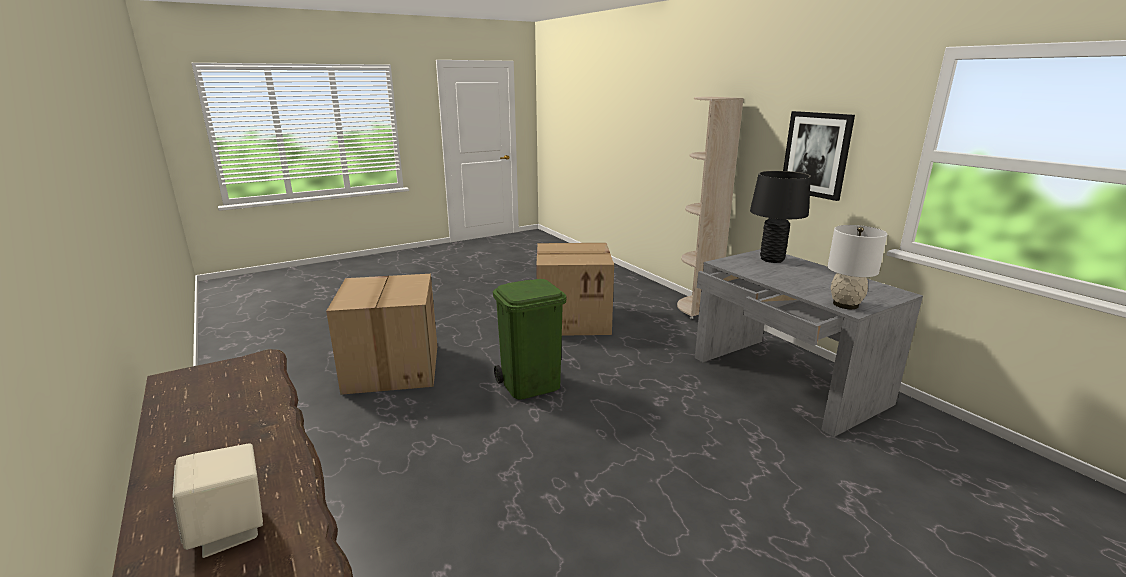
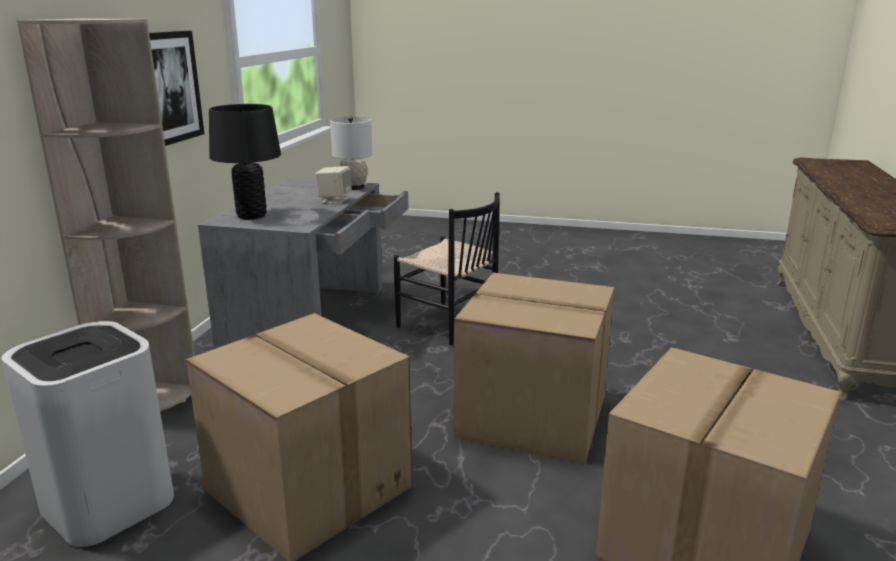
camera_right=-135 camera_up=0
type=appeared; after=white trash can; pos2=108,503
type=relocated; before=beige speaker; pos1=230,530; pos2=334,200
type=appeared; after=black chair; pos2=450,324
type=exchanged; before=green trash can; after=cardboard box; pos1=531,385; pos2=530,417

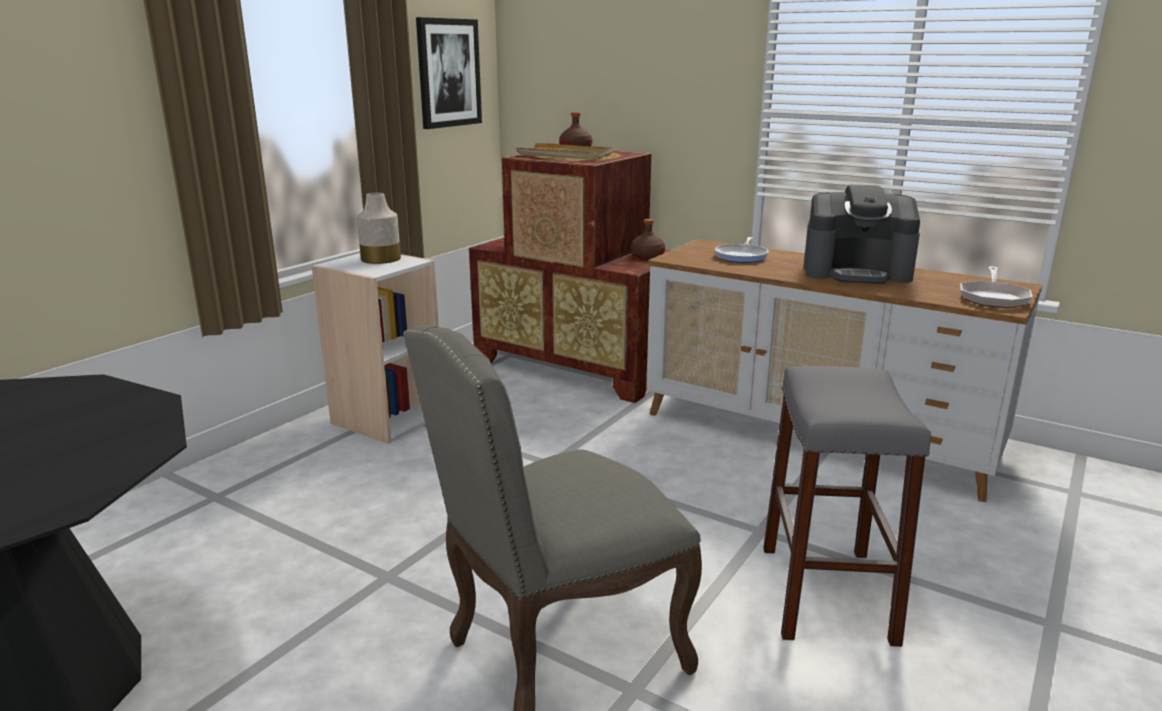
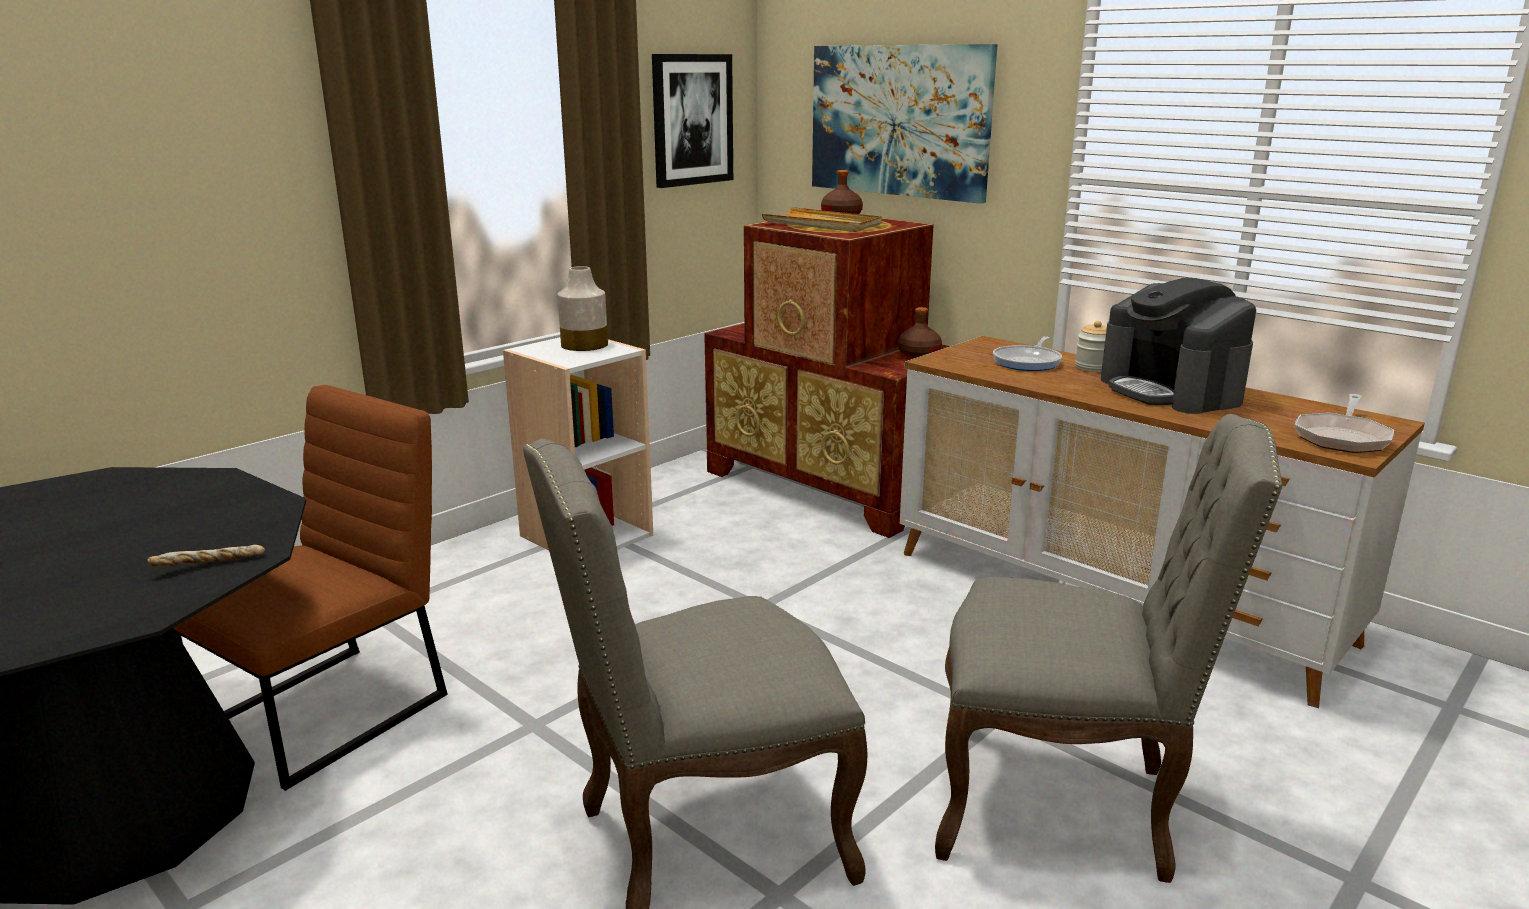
camera_right=10 camera_up=0
type=appeared; after=bread; pos2=209,566
type=appeared; after=brown chair; pos2=331,710
type=appeared; after=picture; pos2=899,121
type=exchanged; before=grey stool; after=grey chair; pos1=826,593; pos2=1060,805
type=appeared; after=jar; pos2=1092,367
type=spun; before=coffee machine; pos1=857,272; pos2=1171,391; turn=45

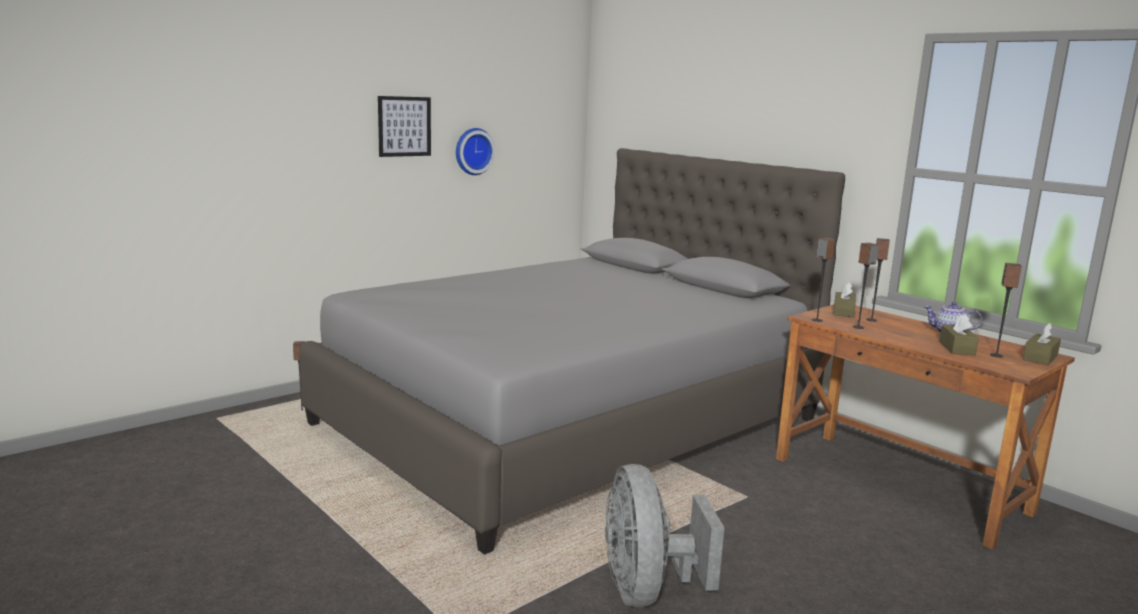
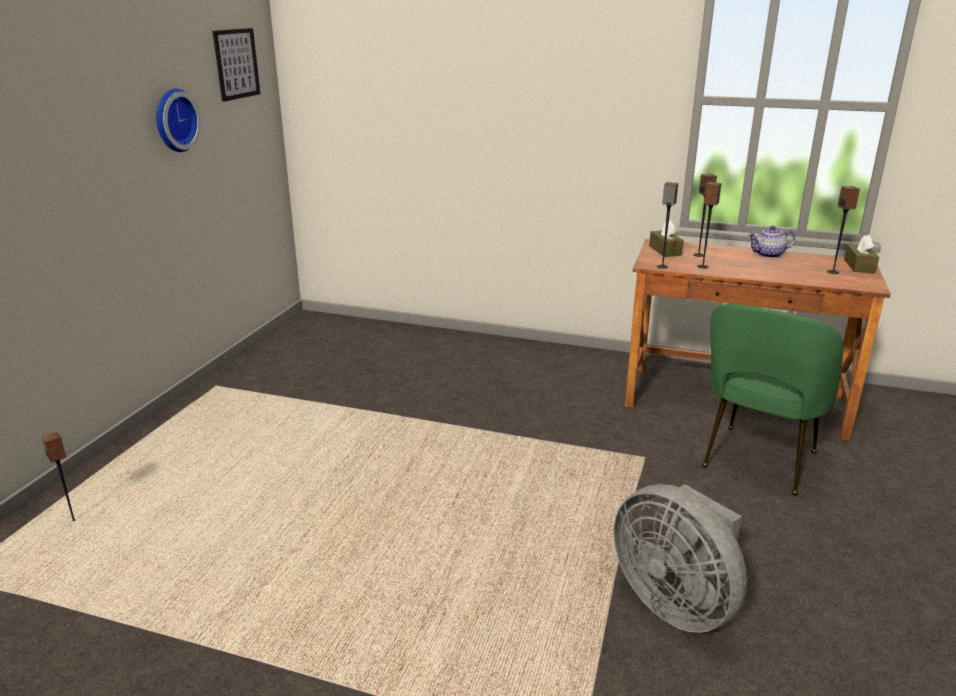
camera_right=-30 camera_up=10
type=relocated; before=picture; pos1=404,126; pos2=236,64
type=appeared; after=green chair; pos2=756,465
type=missing; before=grey bed; pos1=570,421
type=missing; before=brown tissue box; pos1=956,348

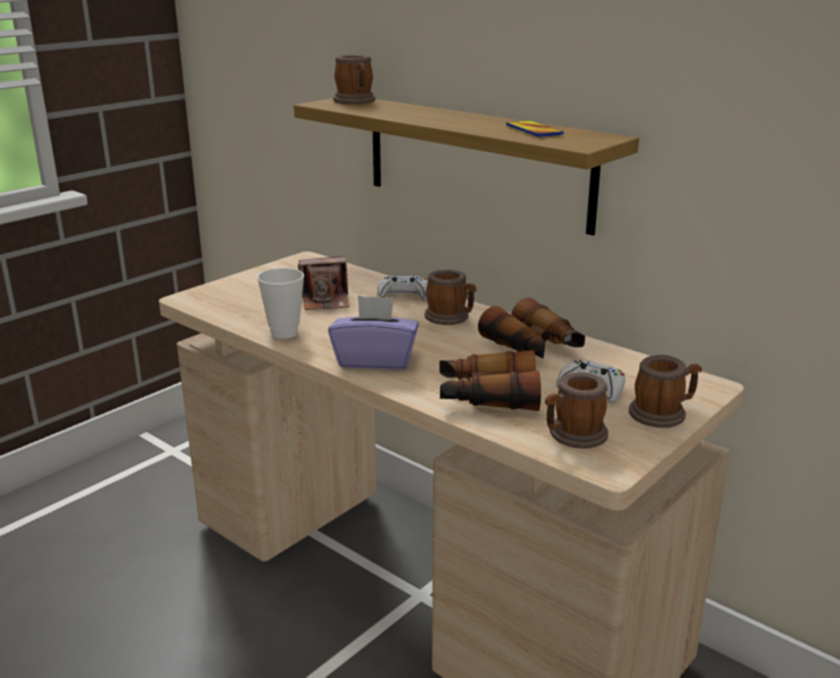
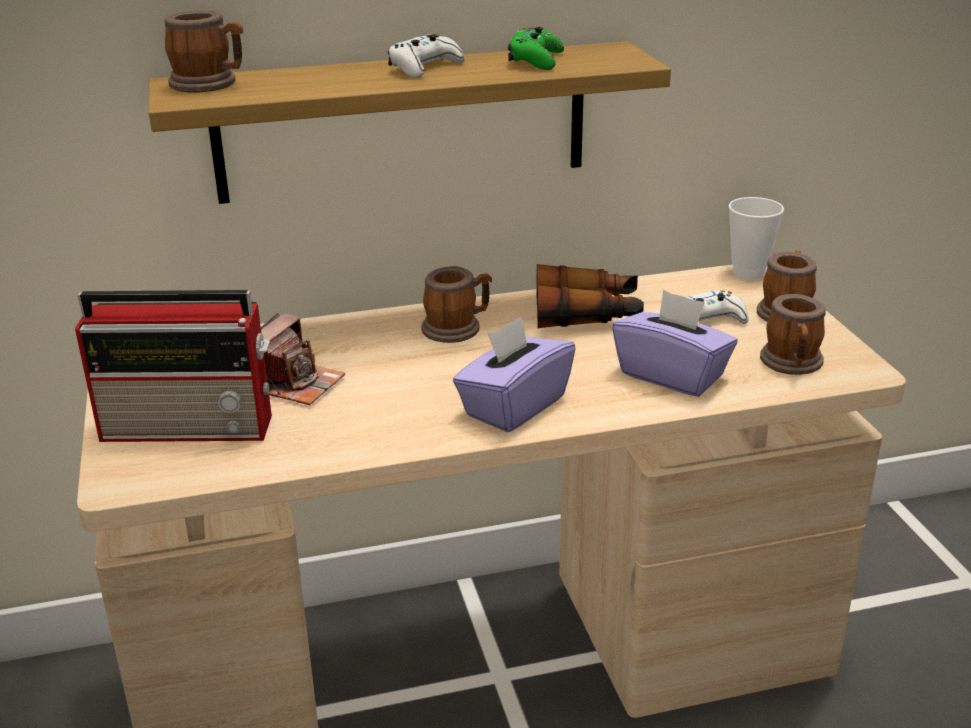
camera_right=-55 camera_up=5
type=appeared; after=radio; pos2=192,426
type=relocated; before=white game controller; pos1=403,296; pos2=424,67
type=exchanged; before=phone; after=green game controller; pos1=534,130; pos2=535,60
type=exchanged; before=binoculars; after=purple tissue box; pos1=487,396; pos2=672,375
type=relocated; before=cup; pos1=284,333; pos2=748,273

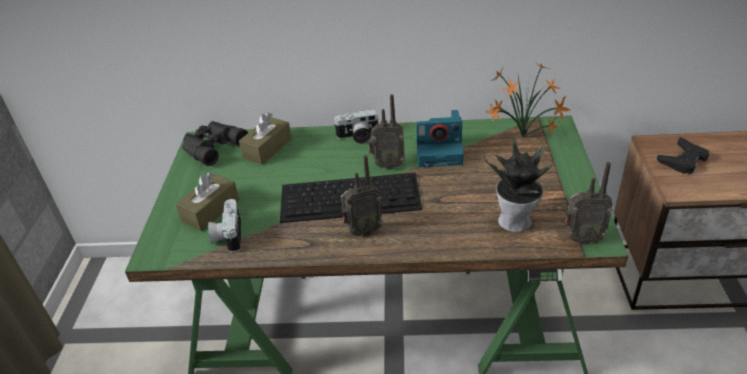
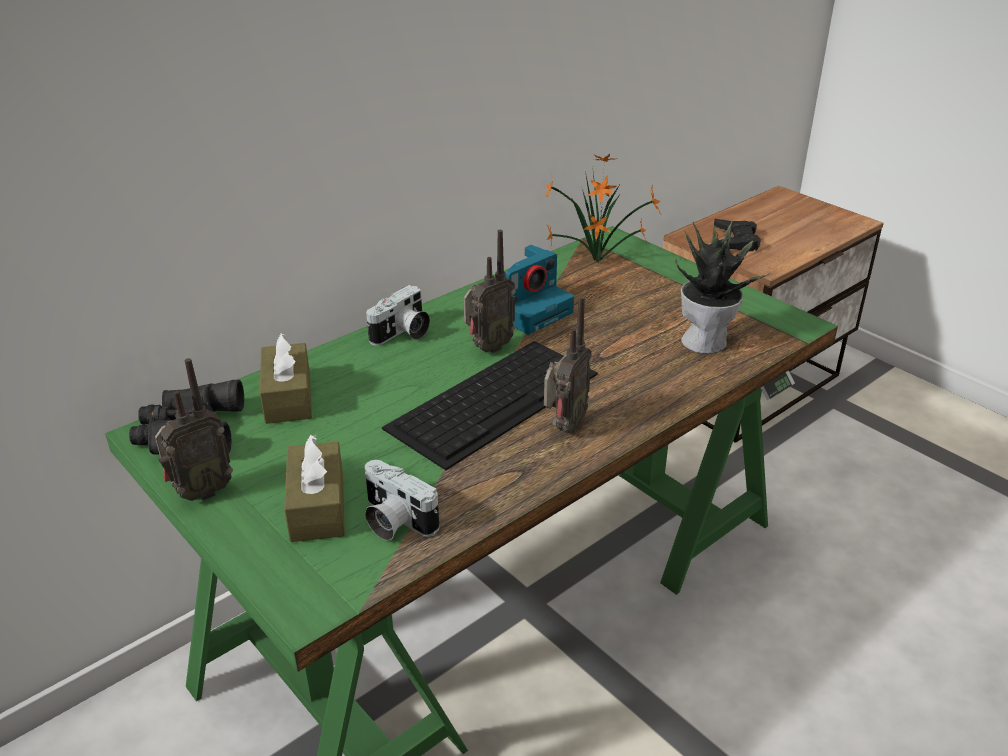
camera_right=-45 camera_up=-5
type=relocated; before=radio; pos1=581,238; pos2=200,492

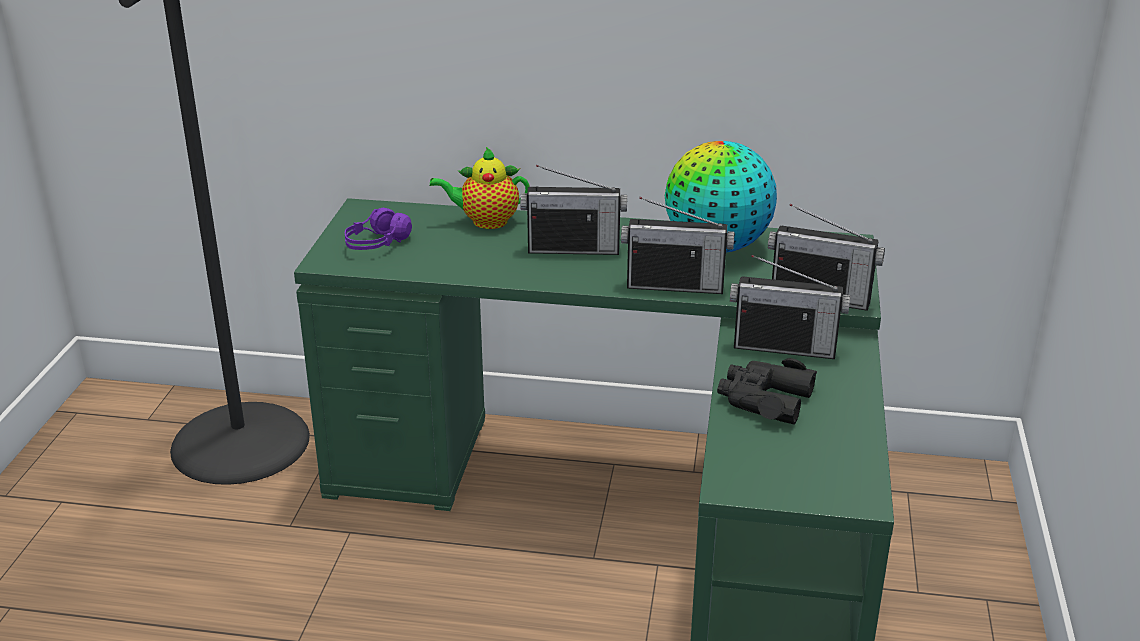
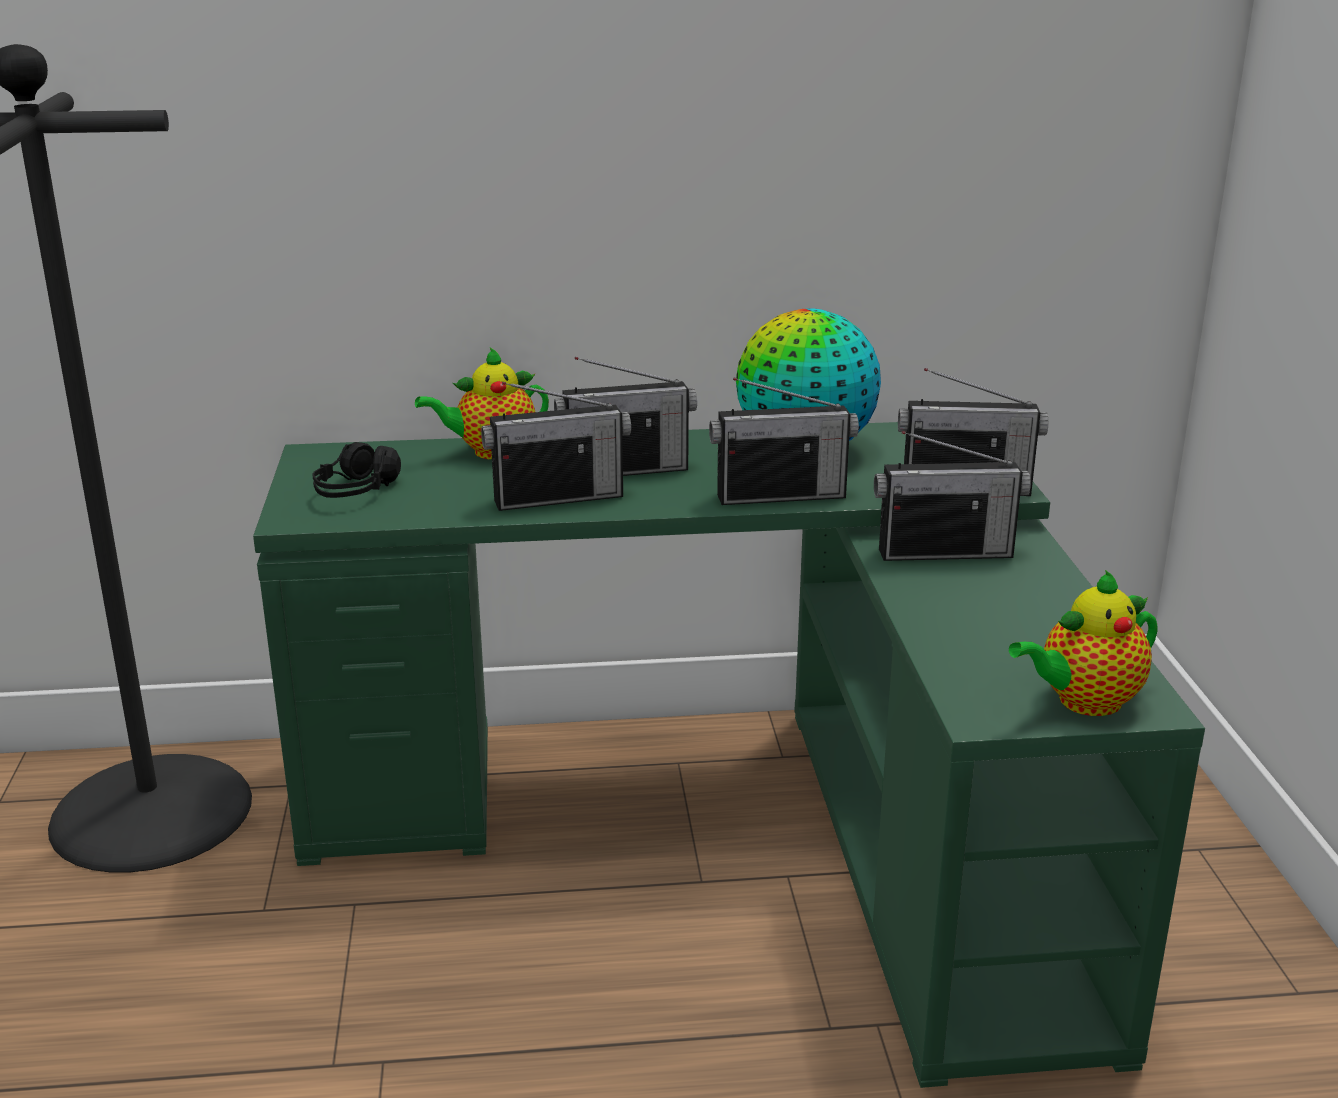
camera_right=-15 camera_up=-5
type=colour; before=purple headphones; after=black headphones; pos1=376,244; pos2=356,491
type=appeared; after=radio; pos2=558,498
type=appeared; after=teapot; pos2=1083,702
type=missing; before=black binoculars; pos1=764,399

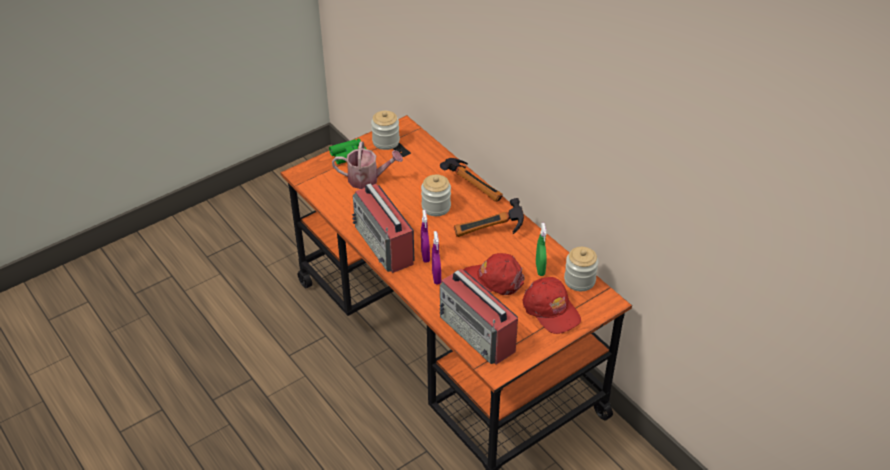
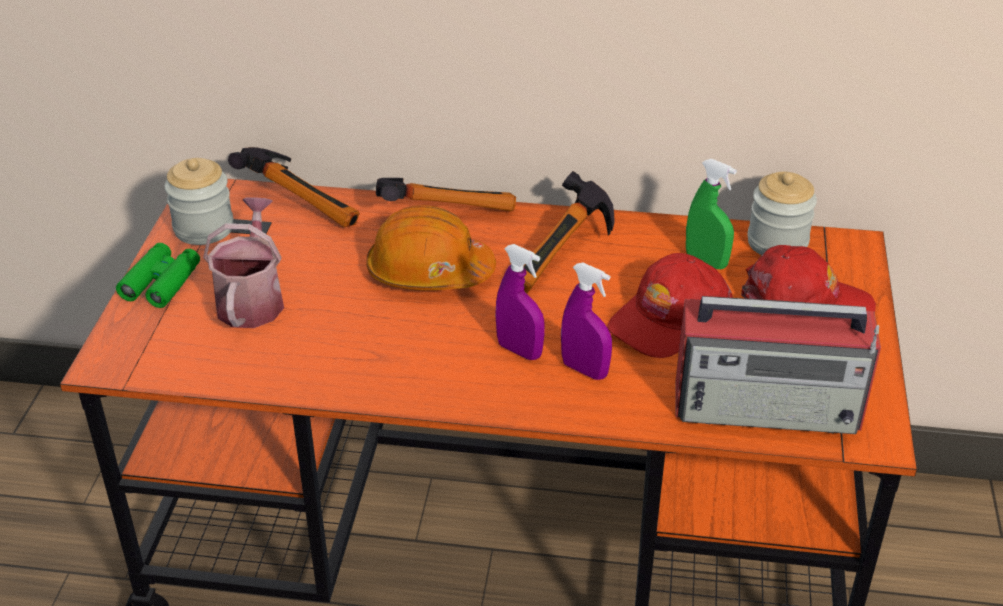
camera_right=-45 camera_up=-5
type=spun; before=watering can; pos1=368,179; pos2=252,299; turn=-45
type=appeared; after=hammer; pos2=305,203
type=exchanged; before=jar; after=orange hard hat; pos1=436,207; pos2=429,272
type=missing; before=radio; pos1=384,245

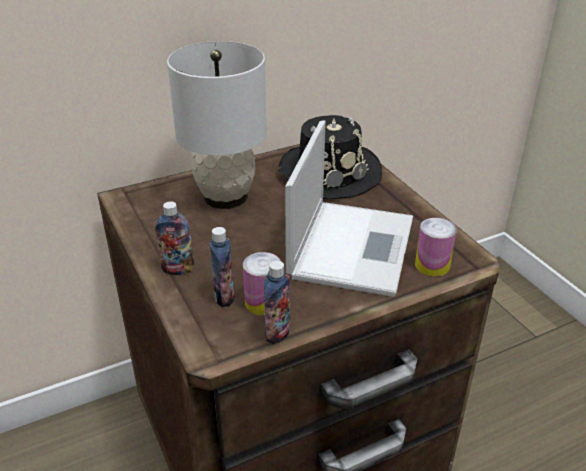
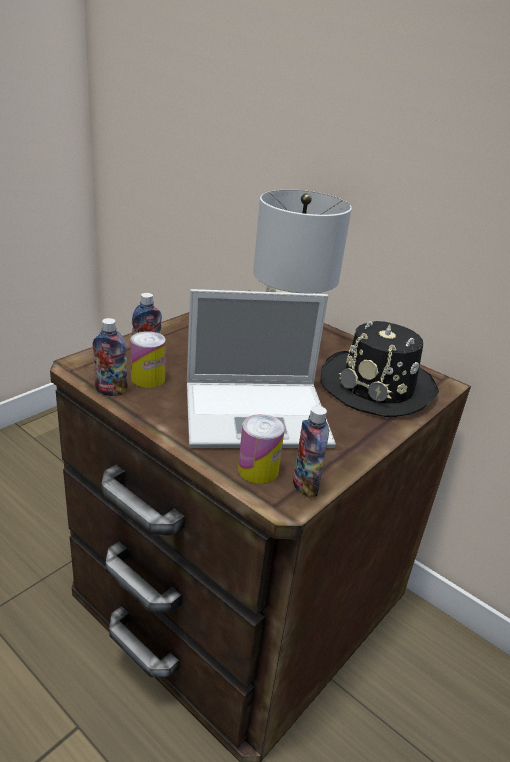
camera_right=65 camera_up=-5
type=relocated; before=bottle; pos1=178,269; pos2=305,486

